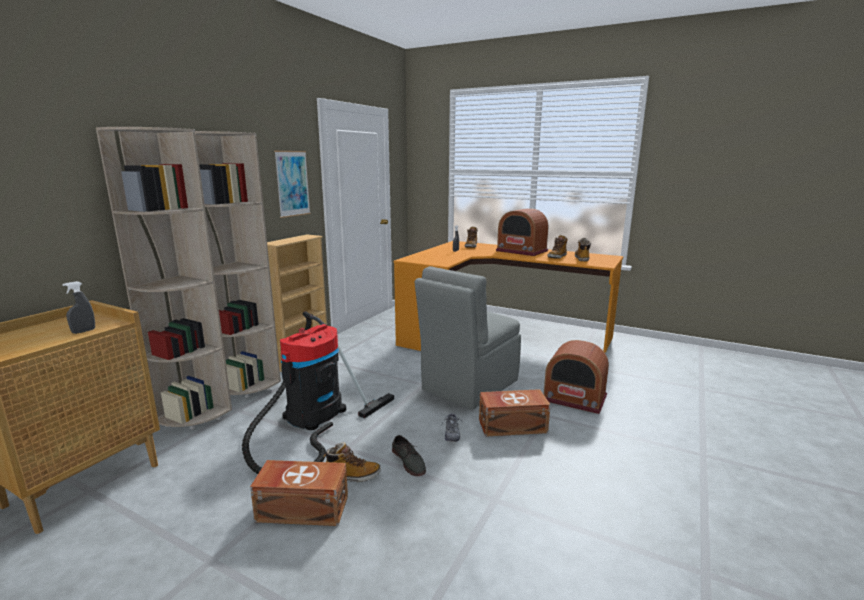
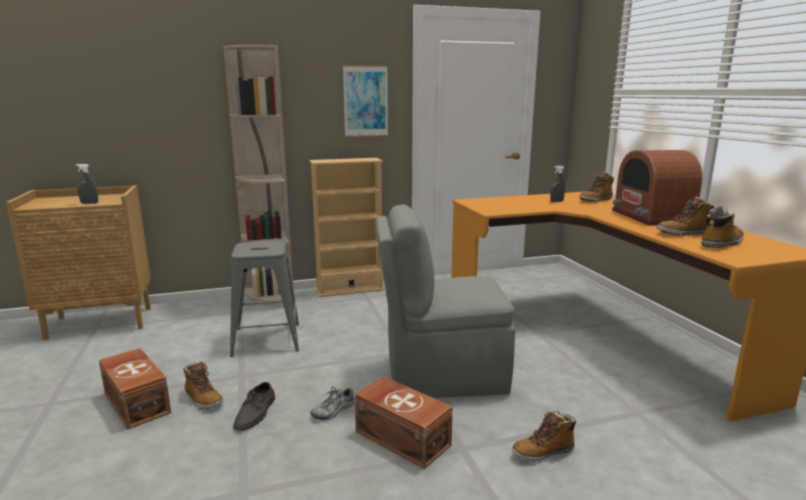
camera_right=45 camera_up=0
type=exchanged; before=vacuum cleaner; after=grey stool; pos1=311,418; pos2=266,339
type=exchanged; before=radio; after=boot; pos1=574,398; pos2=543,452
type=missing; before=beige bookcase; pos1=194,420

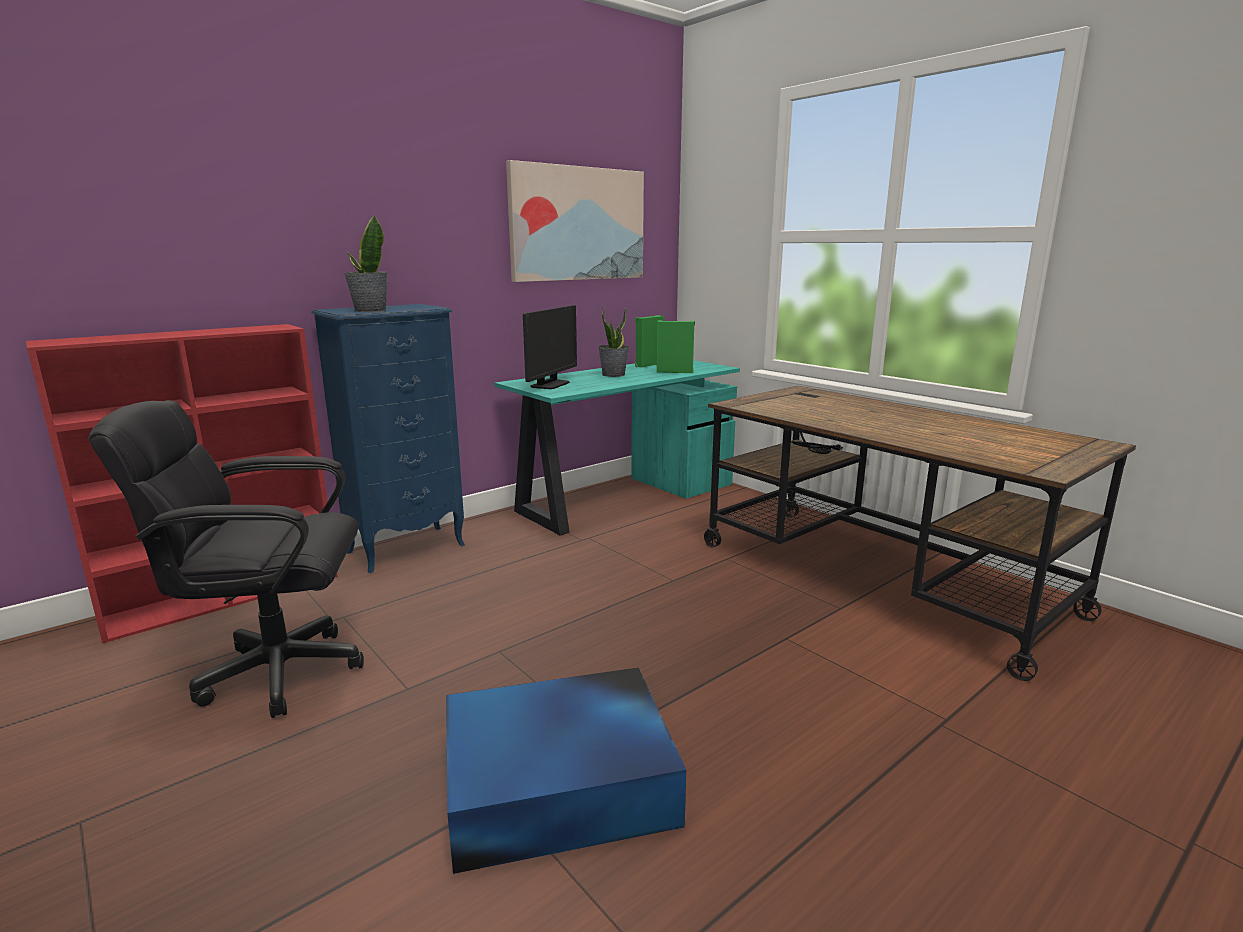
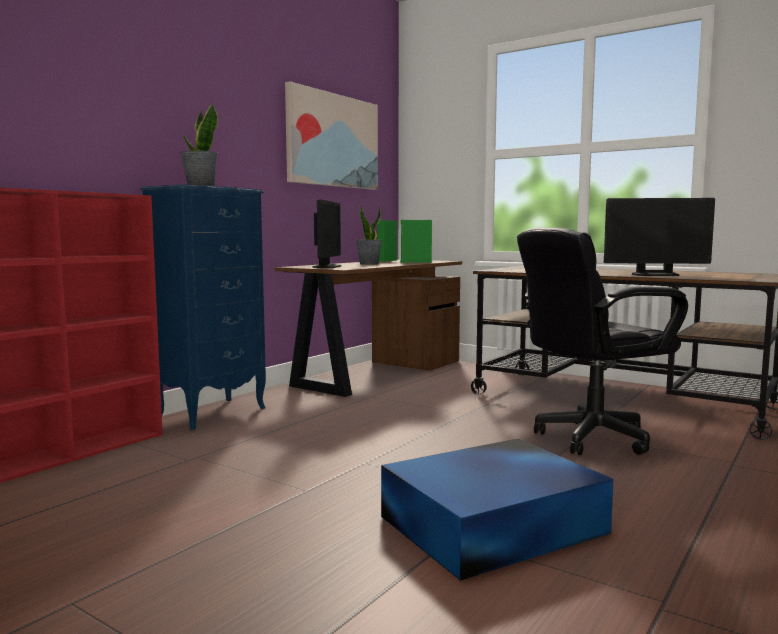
camera_right=-15 camera_up=-10
type=colour; before=turquoise desk; after=brown desk; pos1=623,497; pos2=376,373
type=relocated; before=black office chair; pos1=272,676; pos2=588,440
type=appeared; after=monitor; pos2=655,275

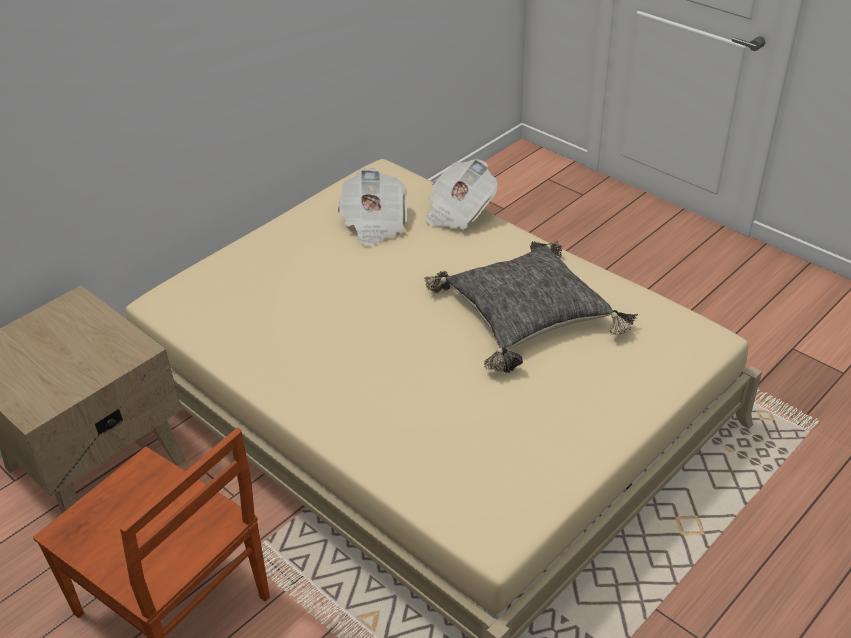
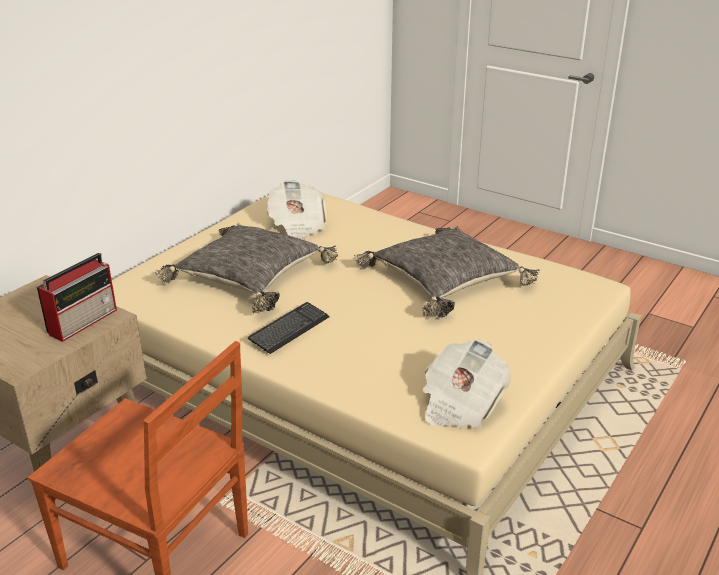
camera_right=-10 camera_up=-10
type=appeared; after=radio; pos2=84,321
type=appeared; after=pillow; pos2=249,273
type=appeared; after=keyboard; pos2=289,329
type=relocated; before=newspaper; pos1=458,212; pos2=460,404

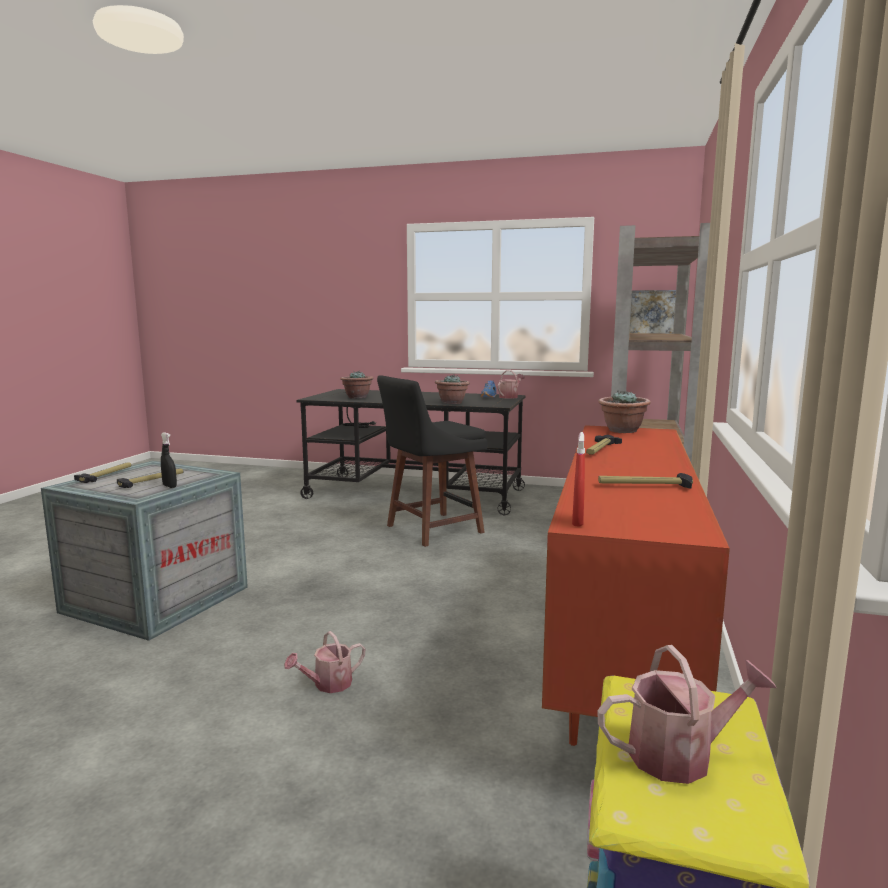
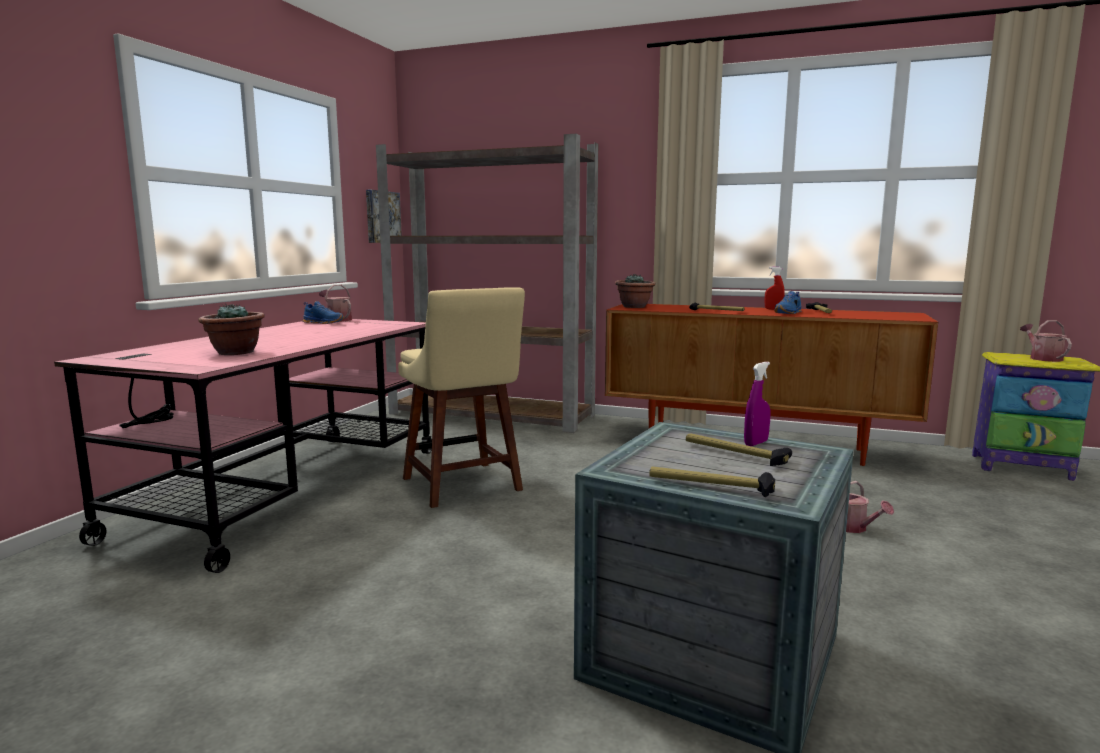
camera_right=-85 camera_up=0
type=colour; before=black desk; after=pink desk; pos1=414,494; pos2=289,491
type=colour; before=black stool; after=beige stool; pos1=430,529; pos2=463,486
type=colour; before=black spray bottle; after=purple spray bottle; pos1=169,486; pos2=756,443
type=relocated; before=red spray bottle; pos1=577,522; pos2=773,309
type=appeared; after=blue shoe; pos2=789,313
type=missing; before=potted plant; pos1=452,403

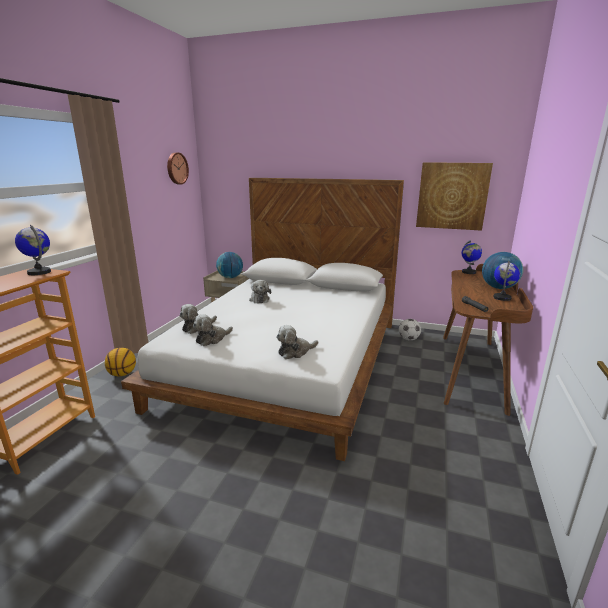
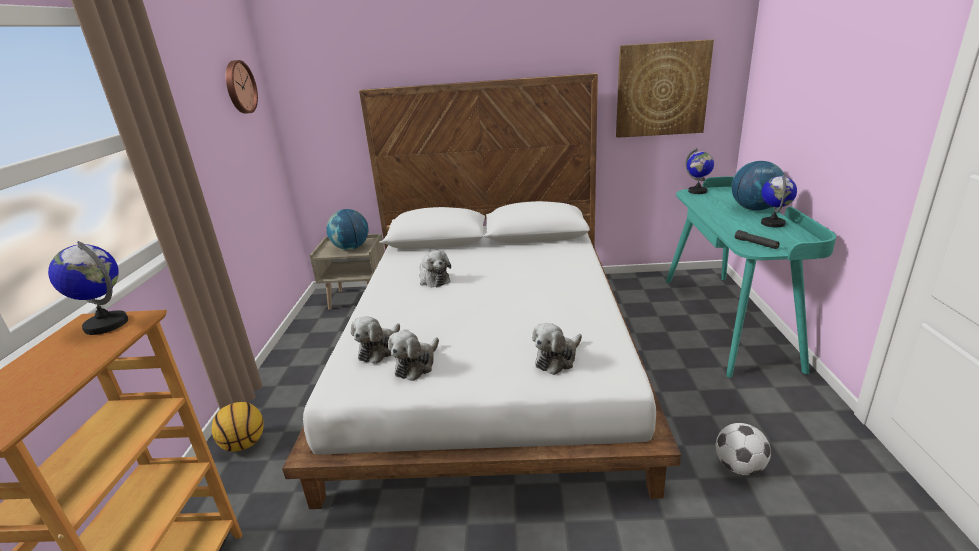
camera_right=-15 camera_up=5
type=colour; before=brown desk; after=turquoise desk; pos1=472,370; pos2=728,319
type=relocated; before=football; pos1=408,339; pos2=739,467

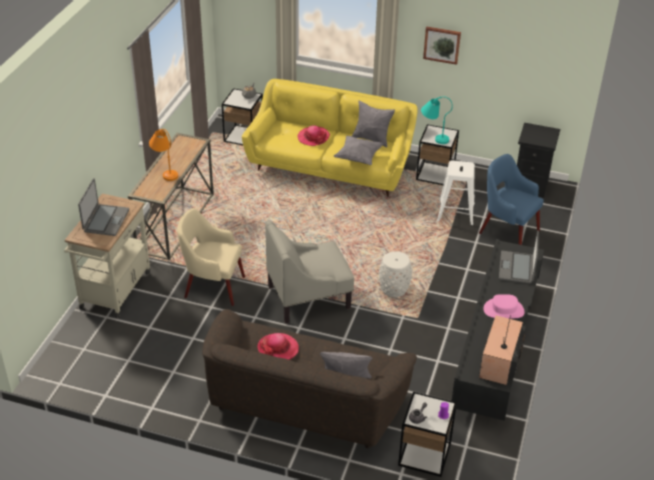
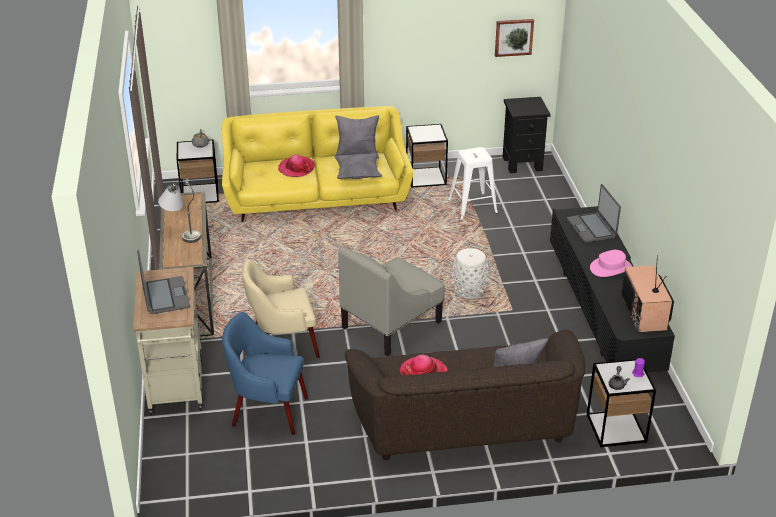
camera_right=-25 camera_up=-5
type=colour; before=orange table lamp; after=grey table lamp; pos1=165,171; pos2=181,234
type=relocated; before=blue armchair; pos1=507,231; pos2=267,411
type=relocated; before=picture; pos1=442,44; pos2=513,37
type=missing; before=turquoise table lamp; pos1=433,137

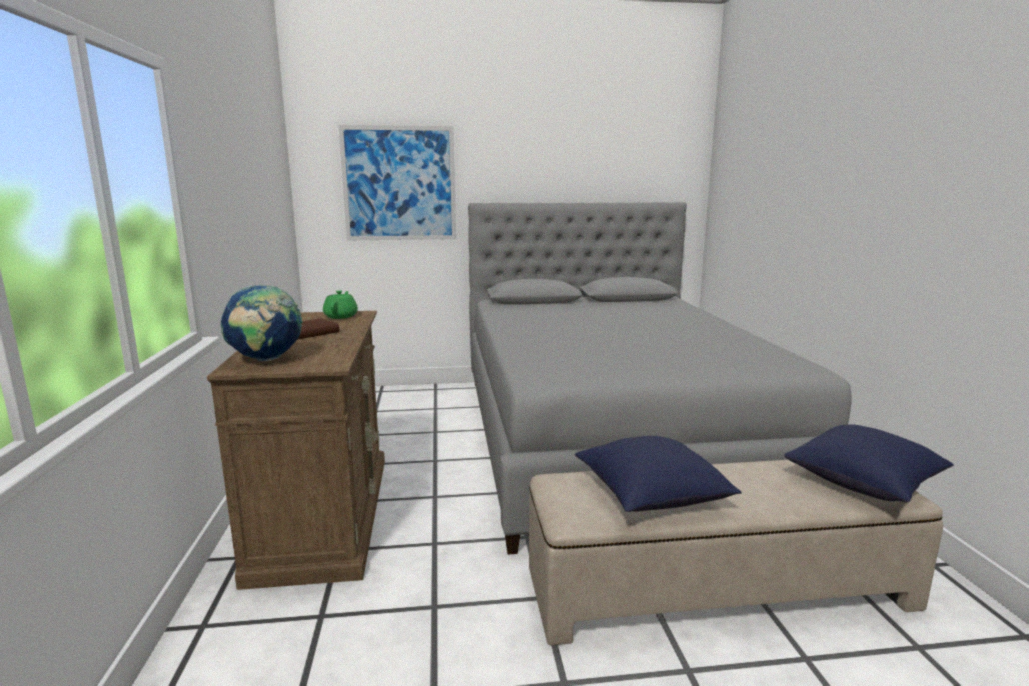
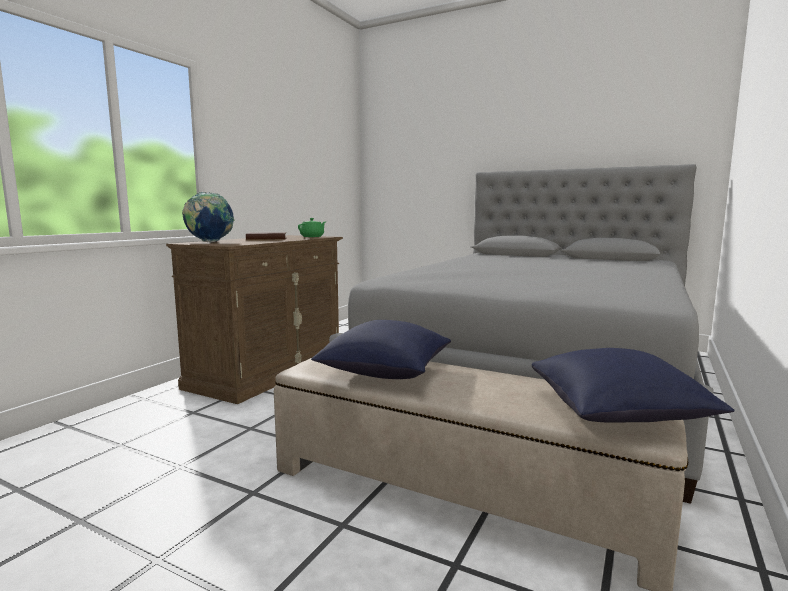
camera_right=35 camera_up=-5
type=missing; before=picture; pos1=399,184

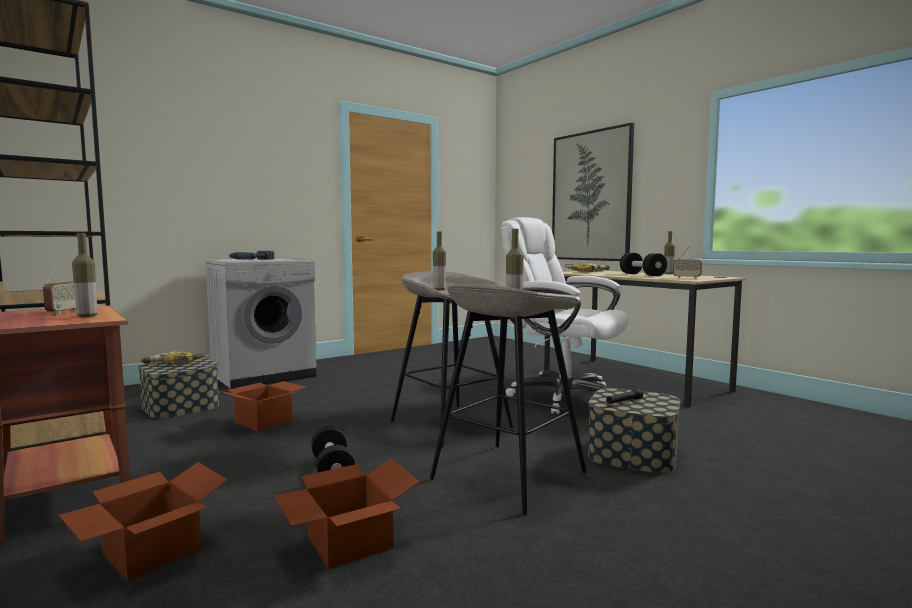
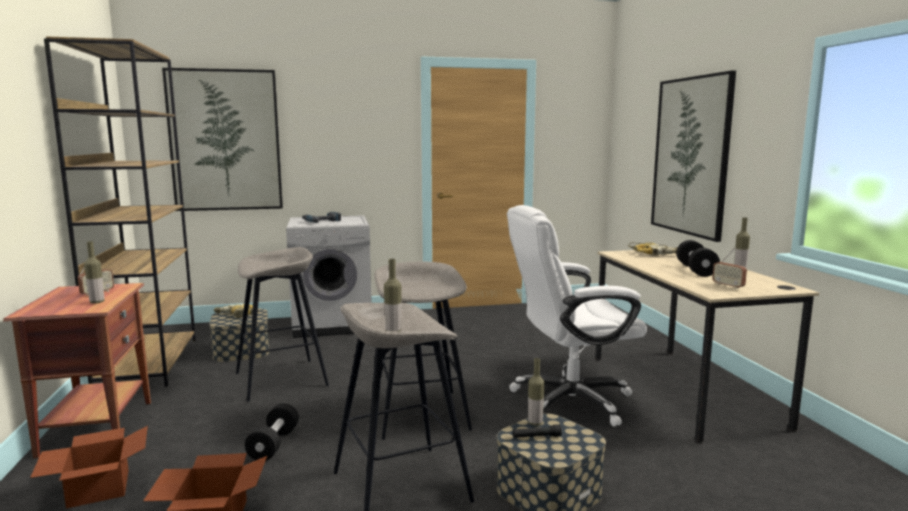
camera_right=25 camera_up=5
type=appeared; after=picture; pos2=225,140
type=exchanged; before=cardboard box; after=grey stool; pos1=265,421; pos2=281,379
type=spun; before=white office chair; pos1=564,397; pos2=571,400; turn=-75
type=relocated; before=bottle; pos1=439,290; pos2=535,423

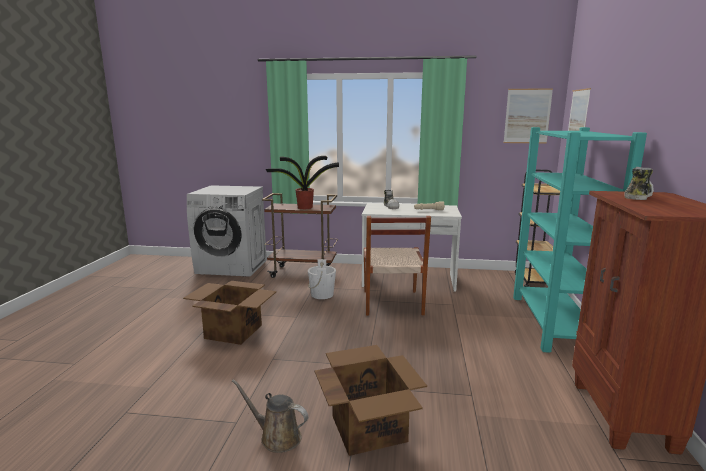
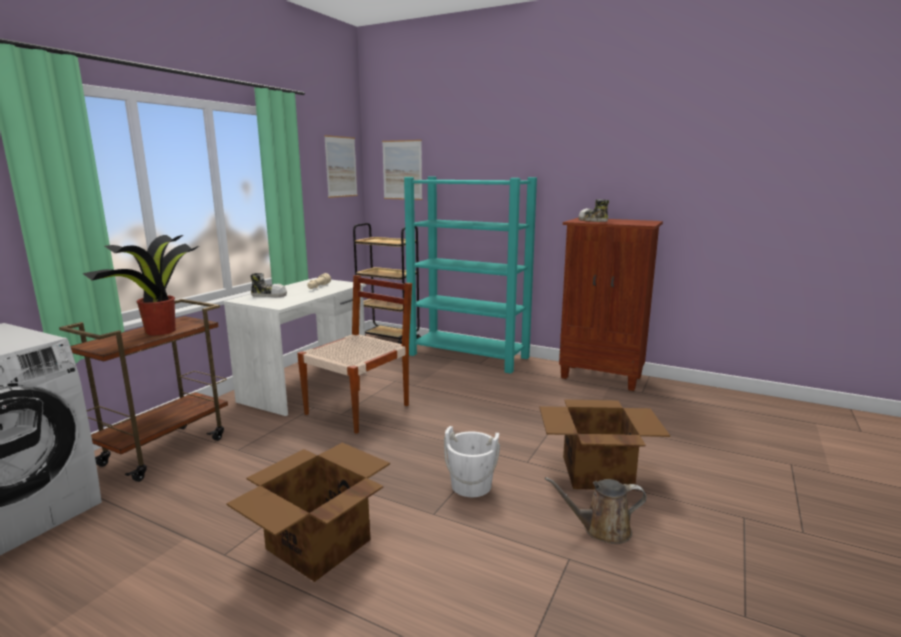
camera_right=-70 camera_up=0
type=spun; before=chair; pos1=392,304; pos2=360,409; turn=-75
type=relocated; before=white bucket; pos1=322,294; pos2=471,486
type=spun; before=brown watering can; pos1=277,437; pos2=601,529; turn=45

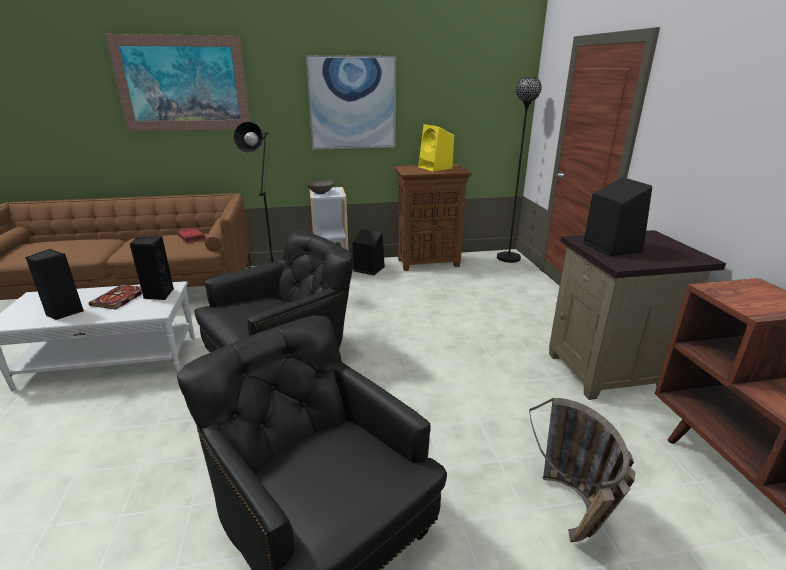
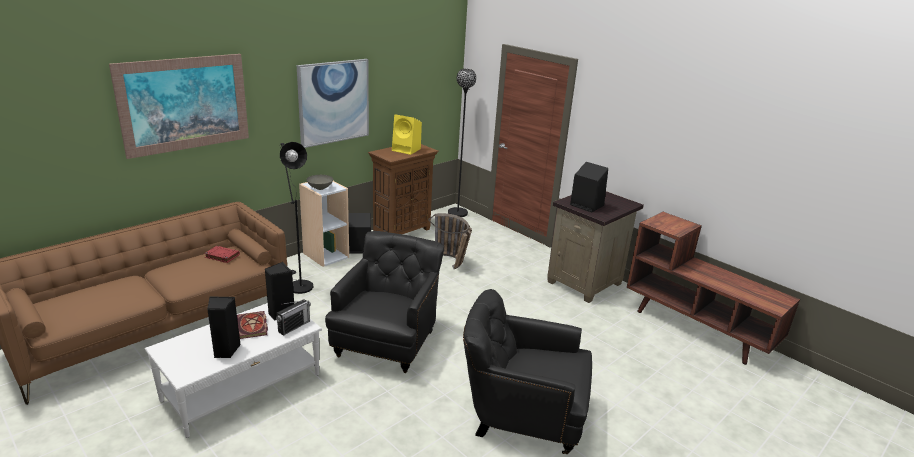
camera_right=-35 camera_up=0
type=appeared; after=radio; pos2=294,326
type=relocated; before=basket; pos1=574,522; pos2=452,264

